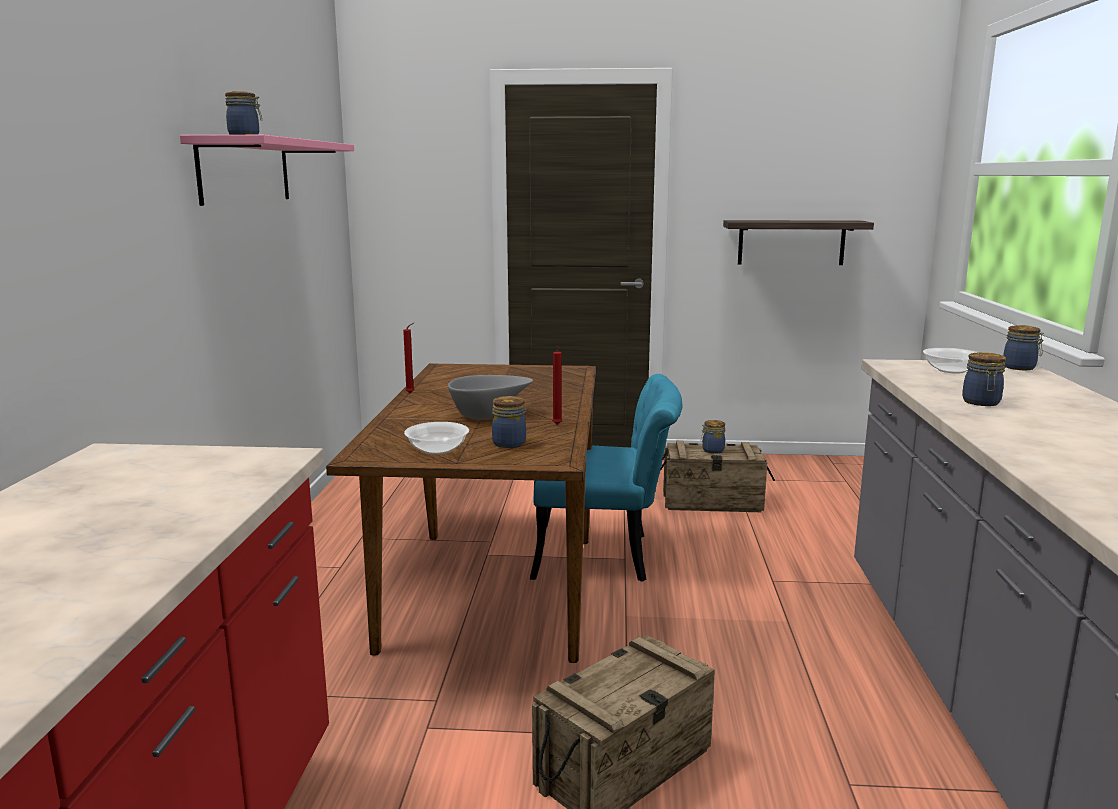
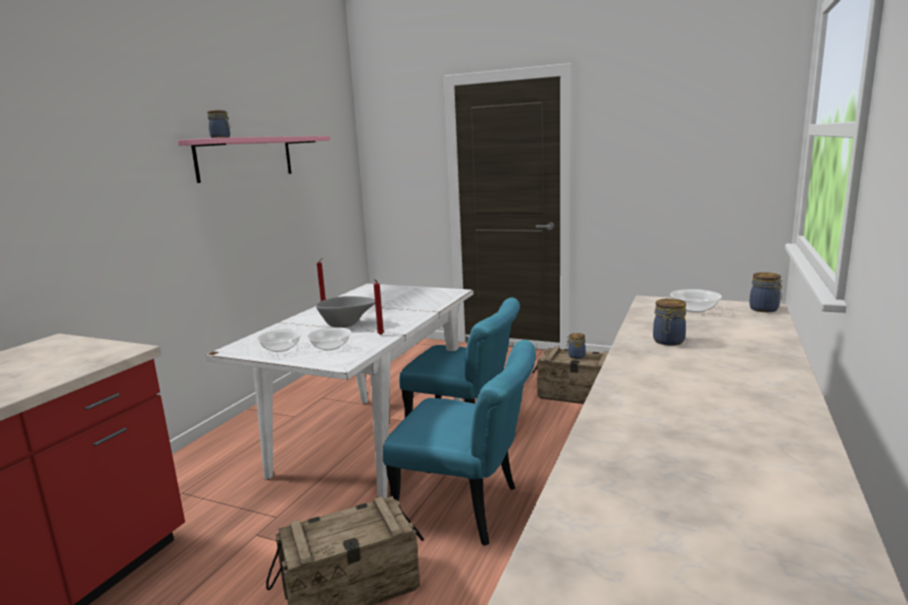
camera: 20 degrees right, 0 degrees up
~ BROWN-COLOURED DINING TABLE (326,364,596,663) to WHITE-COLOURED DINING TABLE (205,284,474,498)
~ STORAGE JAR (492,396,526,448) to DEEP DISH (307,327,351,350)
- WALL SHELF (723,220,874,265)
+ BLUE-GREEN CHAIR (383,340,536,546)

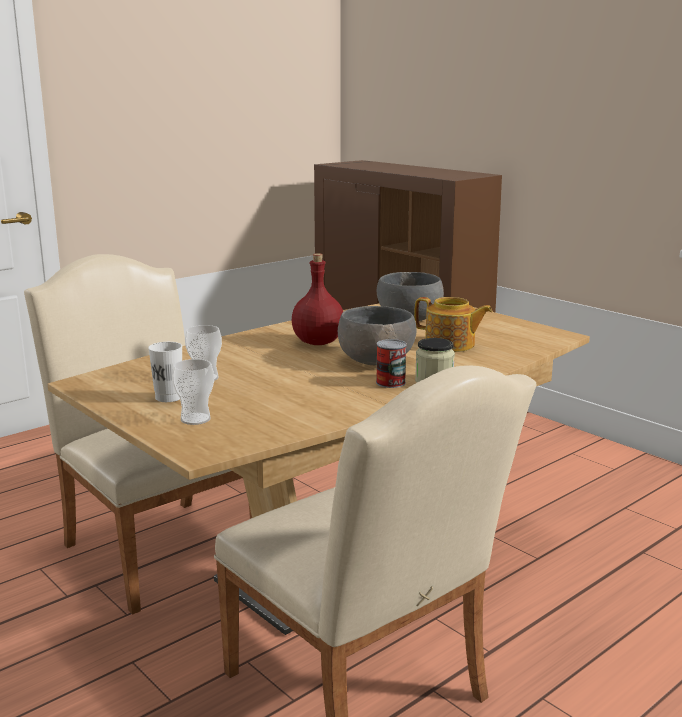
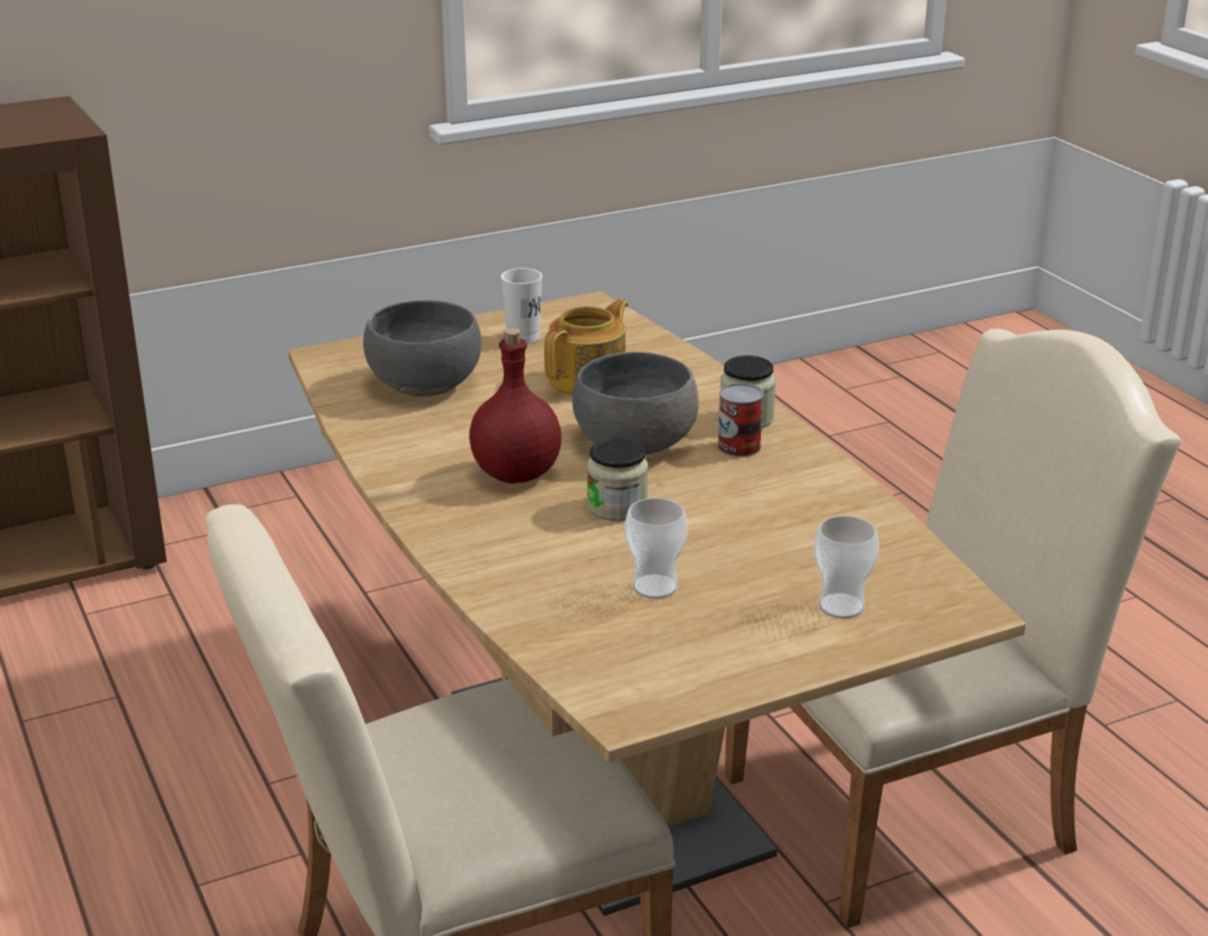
camera: 75 degrees left, 10 degrees up
~ WHITE-COLOURED DRINKING CUP (148,342,182,402) to (501,268,542,344)
+ STORAGE JAR (587,438,648,521)

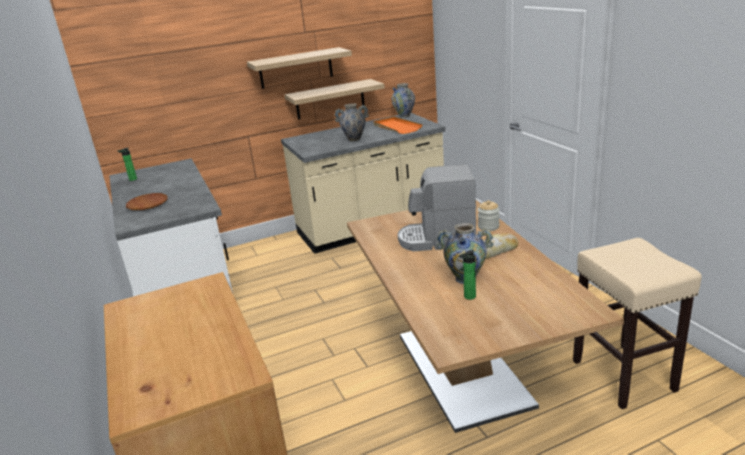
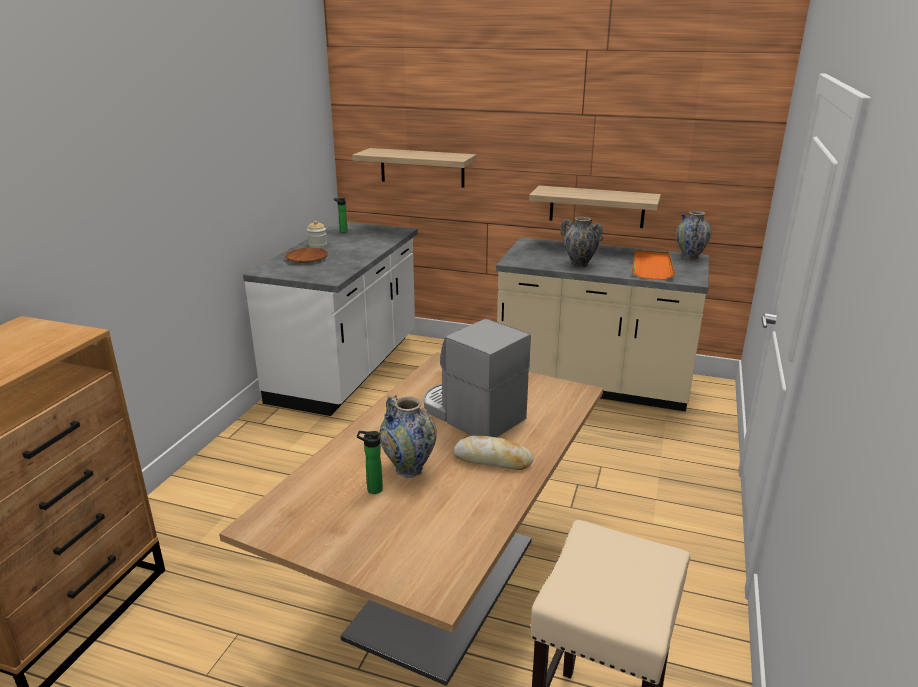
camera: 40 degrees right, 0 degrees up
~ WALL SHELF (247,47,352,89) to (352,148,477,188)
~ STORAGE JAR (478,200,500,231) to (307,221,327,248)

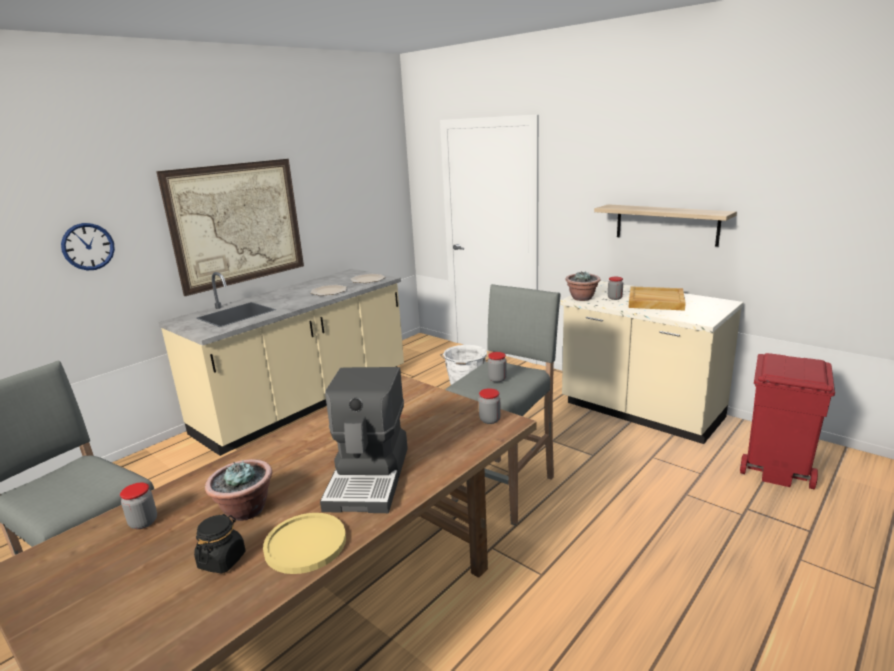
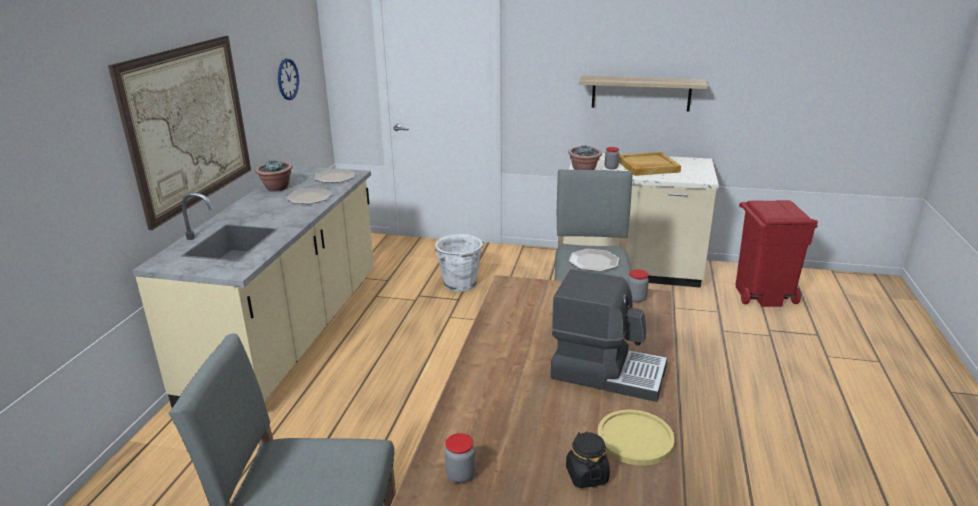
camera: 30 degrees left, 5 degrees up
~ HANGING CLOCK (61,223,115,270) to (278,59,299,100)
~ PLANT IN A POT (205,459,272,521) to (255,160,293,192)
~ COFFEE MACHINE (320,367,408,513) = (551,269,667,402) 45 degrees counterclockwise
~ STORAGE JAR (488,352,507,382) to PLATE (568,249,619,272)

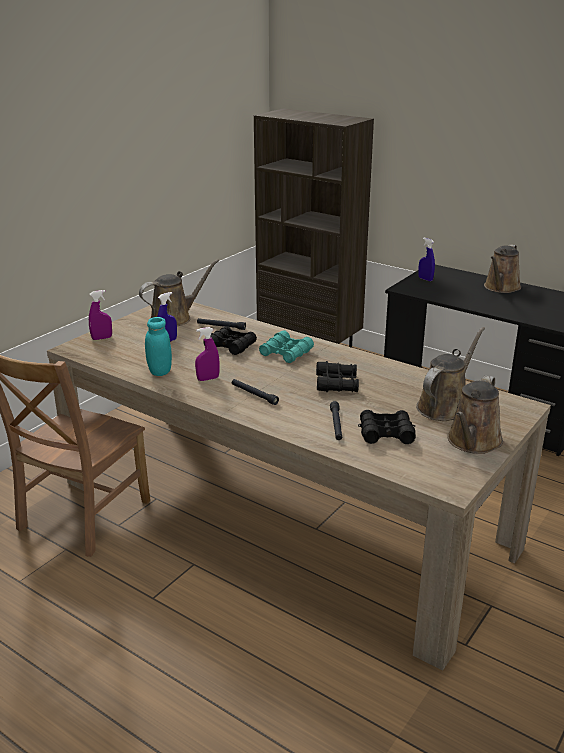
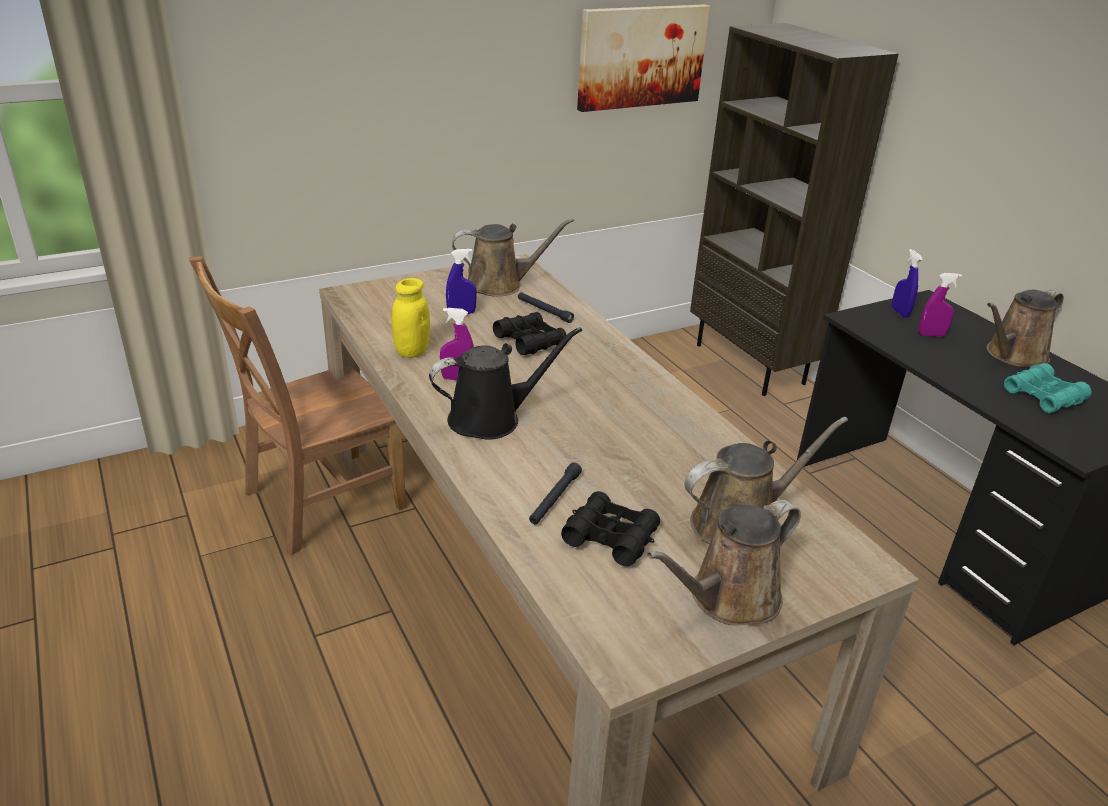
camera: 25 degrees right, 5 degrees up
~ PURPLE SPRAYER (89,290,112,340) to (919,273,962,337)
~ BLUE-GREEN STORAGE JAR (145,317,172,376) to YELLOW STORAGE JAR (392,278,430,358)
~ BLACKISH TORCH (232,379,279,405) to BLACKISH WATERING CAN (429,327,582,439)
~ BLUE-GREEN PAIR OF BINOCULARS (259,330,314,363) to (1004,363,1092,413)
- BLACKISH PAIR OF BINOCULARS (316,361,359,392)
+ PICTURE (577,4,710,112)

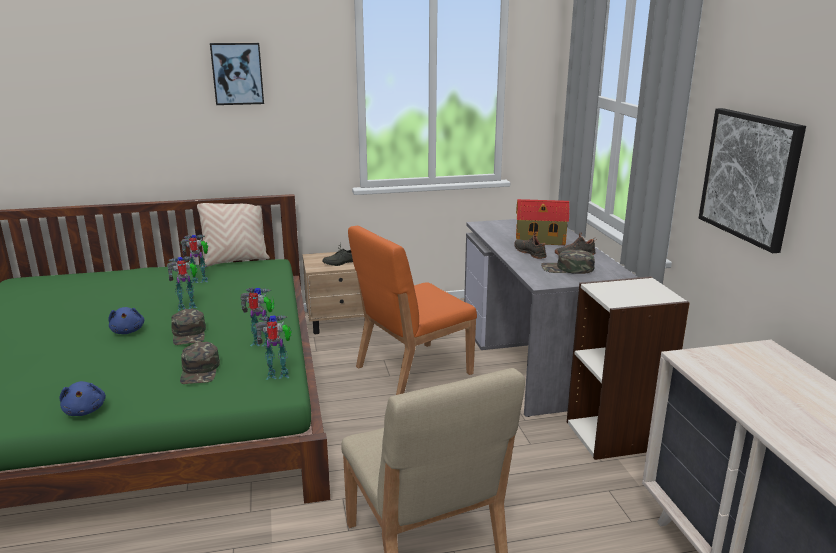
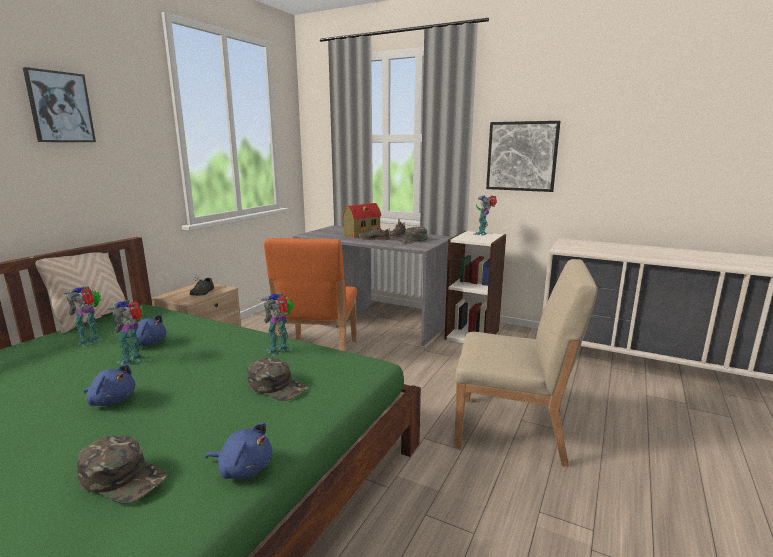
camera: 50 degrees left, 5 degrees down
~ GREEN BASEBALL CAP (171,309,206,345) to (77,435,167,504)
~ ROBOT FIGURE (255,315,292,380) to (474,195,497,236)
+ BLUISH CUDDLY TOY (126,314,167,346)

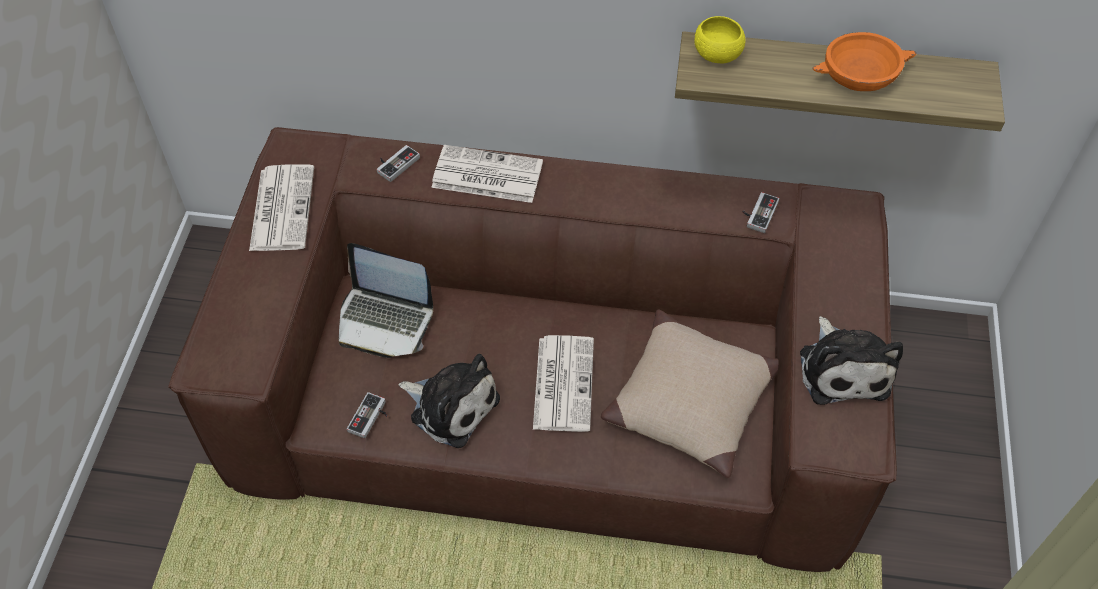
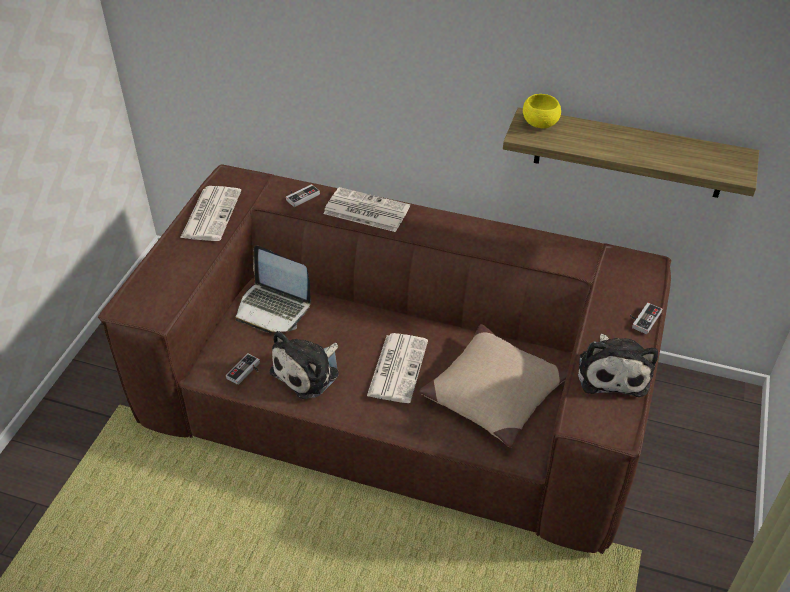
camera: 10 degrees right, 10 degrees down
~ CUDDLY TOY (398,354,500,448) = (269,331,339,399) 90 degrees clockwise
~ GAME CONTROLLER (742,192,779,233) to (630,303,662,334)
- ORANGEY DEEP DISH (812,32,916,91)

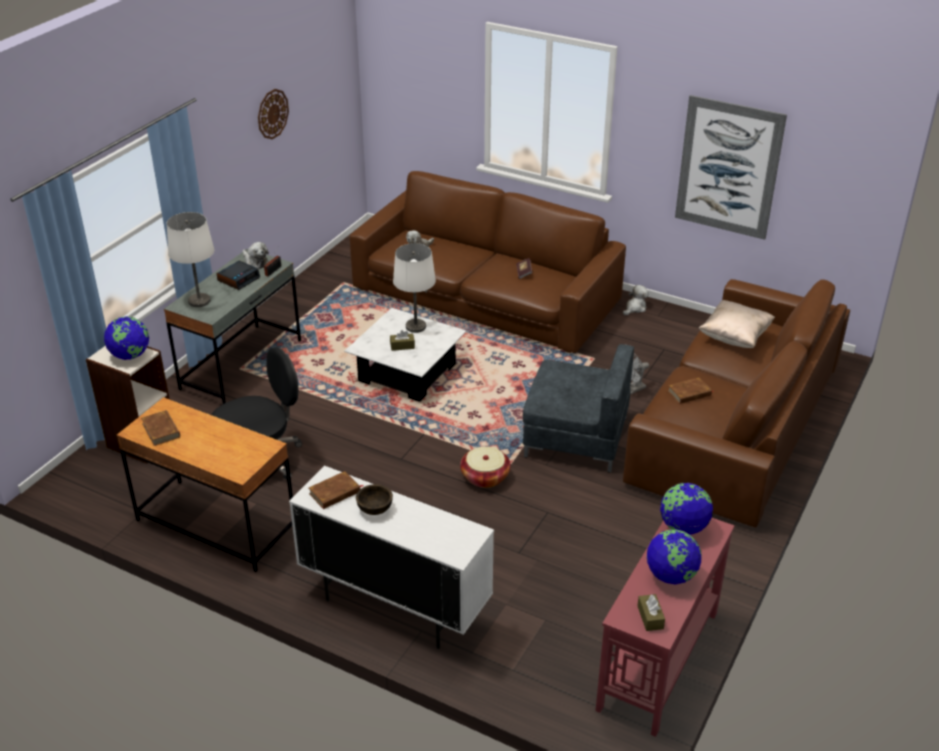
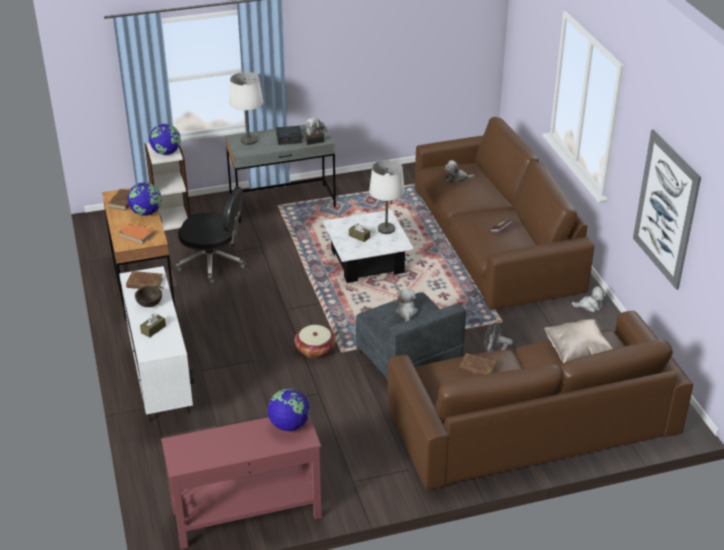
camera: 45 degrees right, 0 degrees up
- HANGING CLOCK (258,89,289,140)
~ BROWN-COLOURED TISSUE BOX (637,594,665,631) to (140,313,166,338)
~ WORLD GLOBE (647,529,702,585) to (128,182,162,216)
+ ORANGEY BOOK (119,223,155,245)
+ CUDDLY TOY (395,289,418,322)

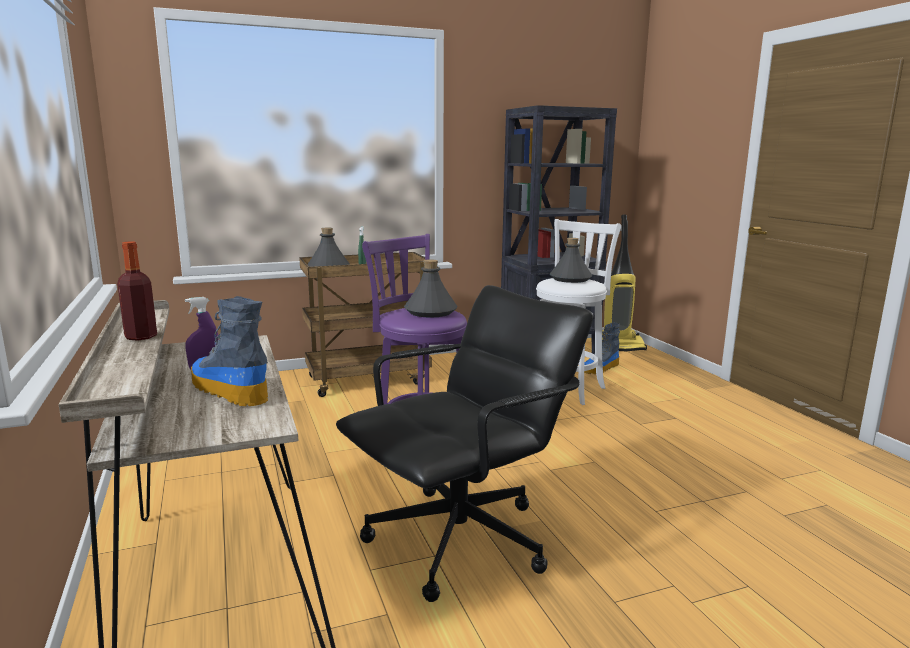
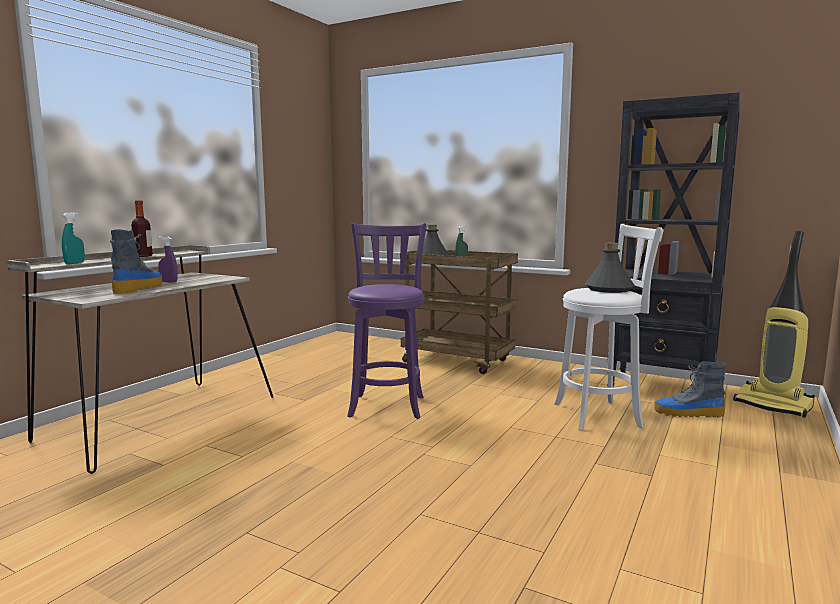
camera: 50 degrees right, 5 degrees down
- BLACKISH COMPUTER CHAIR (336,285,593,602)
- GRAY BEVERAGE BOTTLE (404,259,457,318)
+ BLUE-GREEN SPRAYER (62,212,85,264)

